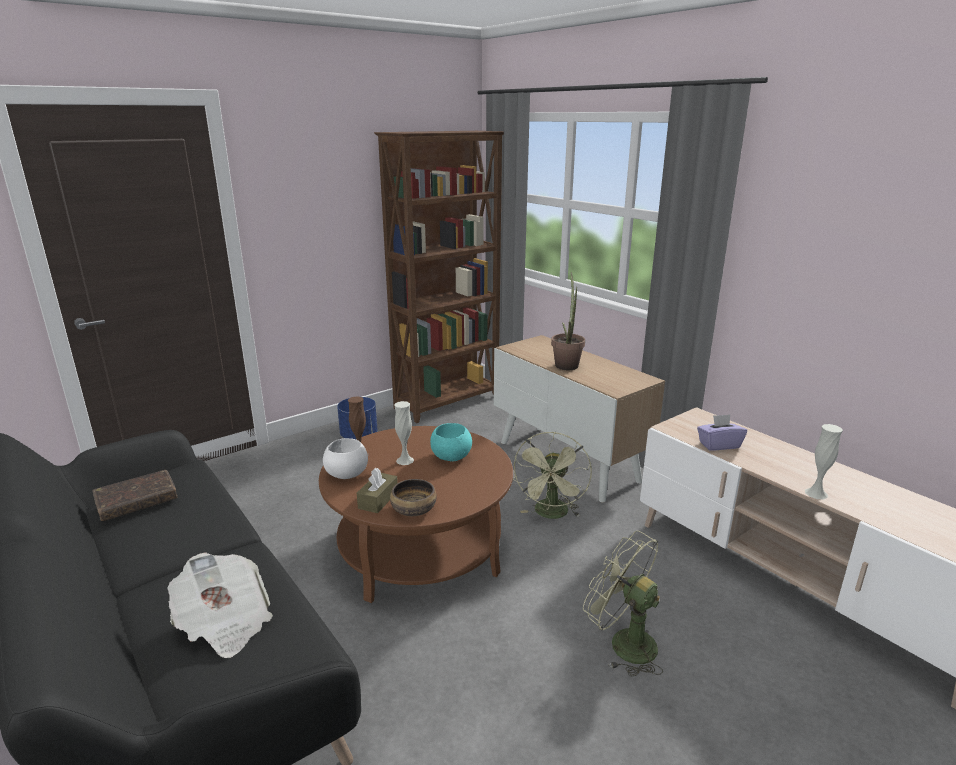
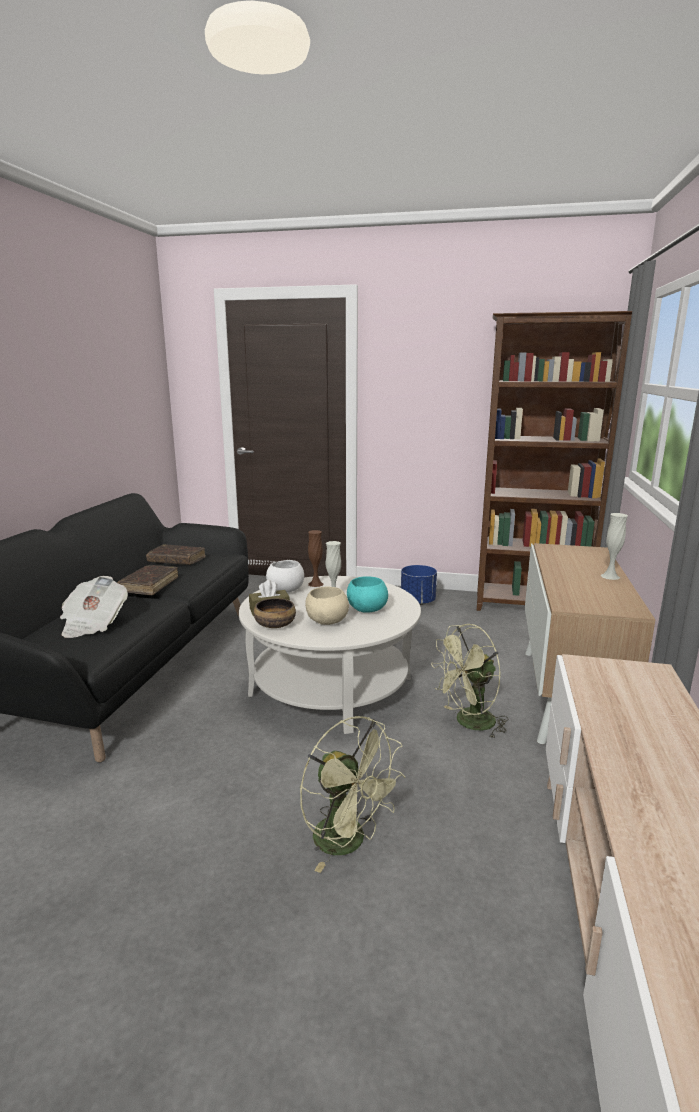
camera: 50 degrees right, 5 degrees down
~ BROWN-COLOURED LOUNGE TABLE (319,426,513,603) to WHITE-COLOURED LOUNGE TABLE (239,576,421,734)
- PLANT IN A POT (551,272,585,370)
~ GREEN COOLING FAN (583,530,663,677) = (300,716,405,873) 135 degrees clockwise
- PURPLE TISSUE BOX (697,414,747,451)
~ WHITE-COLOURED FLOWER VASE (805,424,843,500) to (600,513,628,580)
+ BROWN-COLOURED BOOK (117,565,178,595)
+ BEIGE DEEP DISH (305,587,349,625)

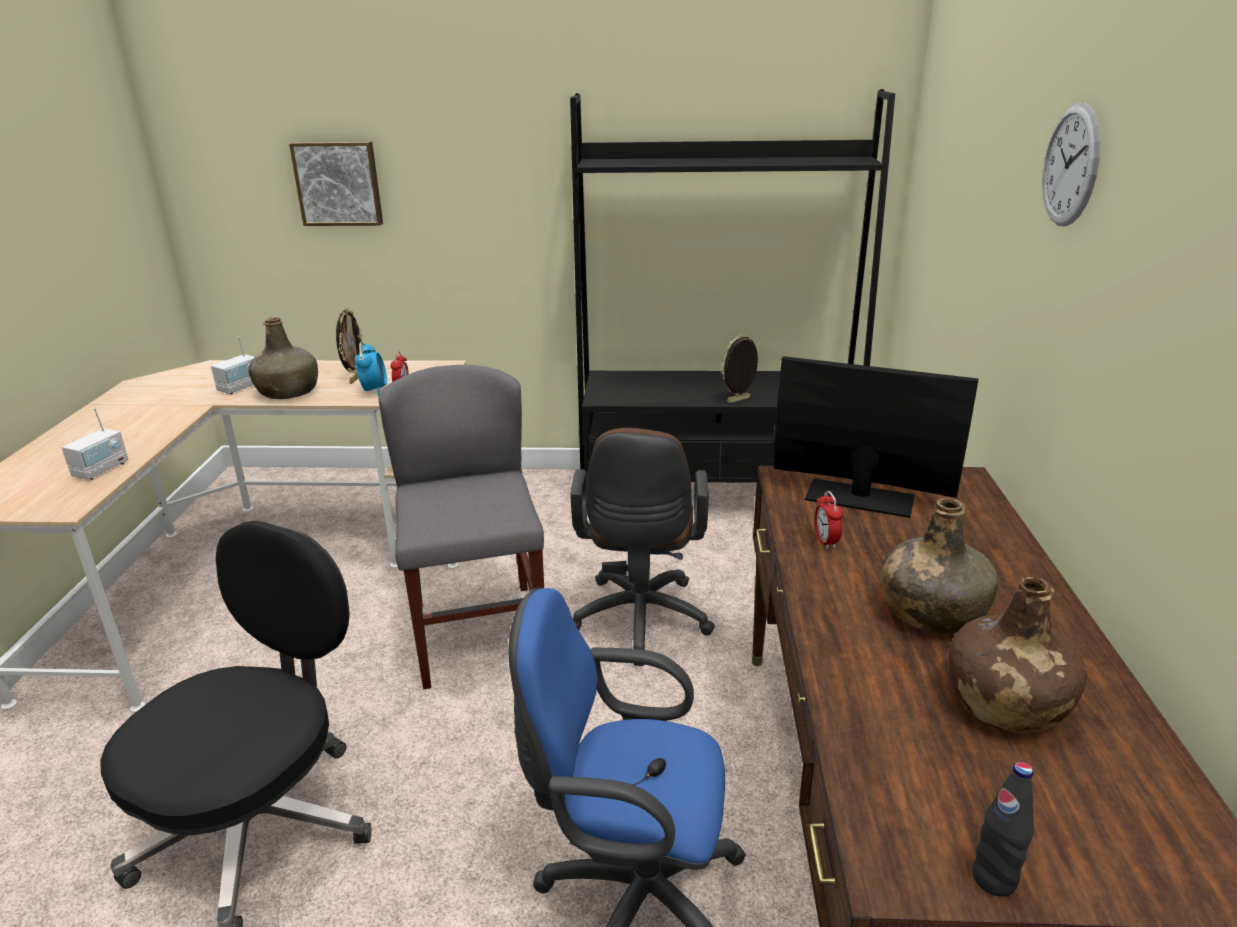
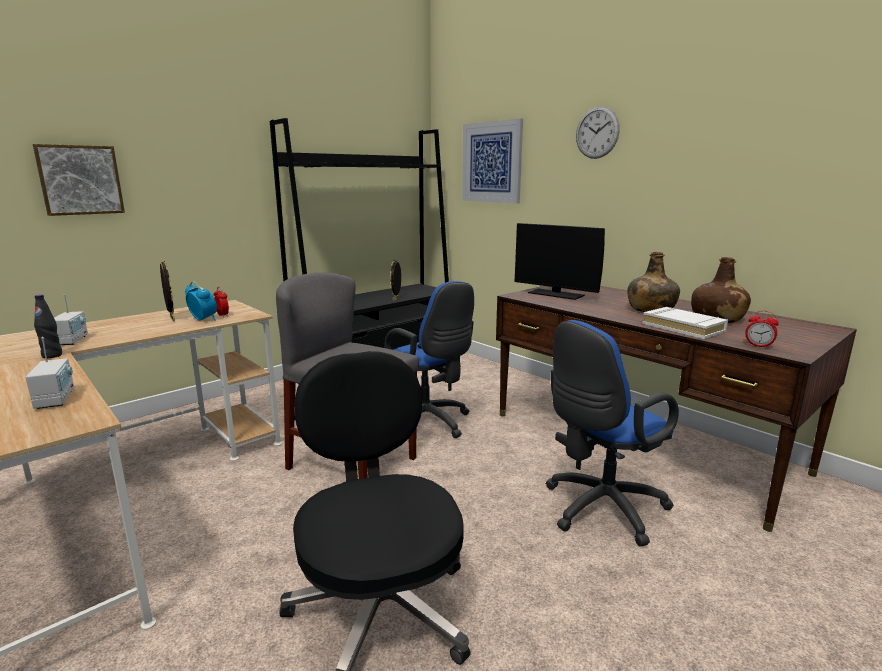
camera: 45 degrees left, 10 degrees down
- GREEN BEVERAGE BOTTLE (248,317,318,399)
~ BROWN-COLOURED COMPUTER CHAIR (570,428,715,666) to BLUISH COMPUTER CHAIR (384,281,474,438)
~ MONITOR (774,356,979,518) = (515,223,605,300) 120 degrees counterclockwise
~ ALARM CLOCK (815,491,843,549) to (745,311,779,348)
~ BLACKISH BEVERAGE BOTTLE (972,762,1034,897) to (34,295,62,358)
+ PICTURE (462,119,523,203)
+ WHITE-COLOURED BOOK (643,307,728,339)

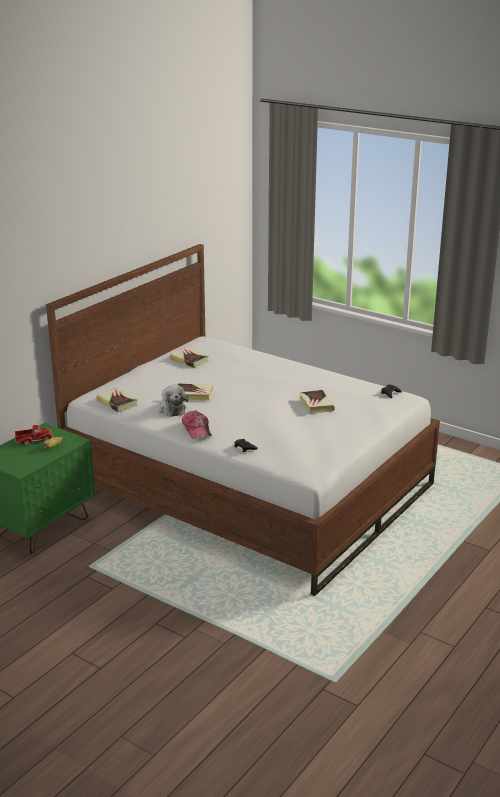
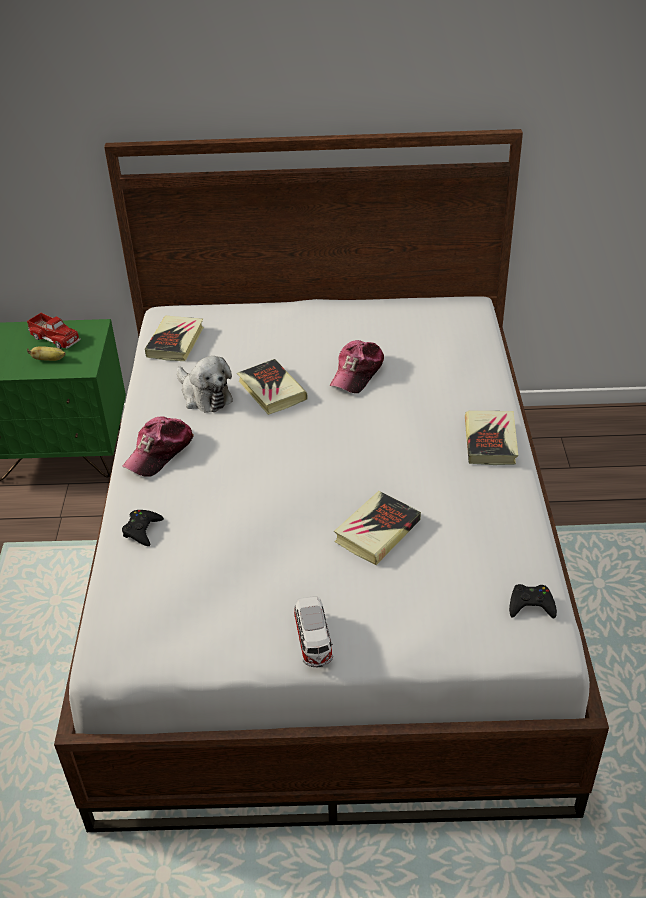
camera: 55 degrees right, 15 degrees up
~ CUDDLY TOY (159,385,188,417) = (176,356,233,413) 75 degrees counterclockwise
~ BOOK (169,347,209,368) to (465,411,518,465)
+ TOY CAR (294,596,333,668)
+ BASEBALL CAP (329,340,384,393)

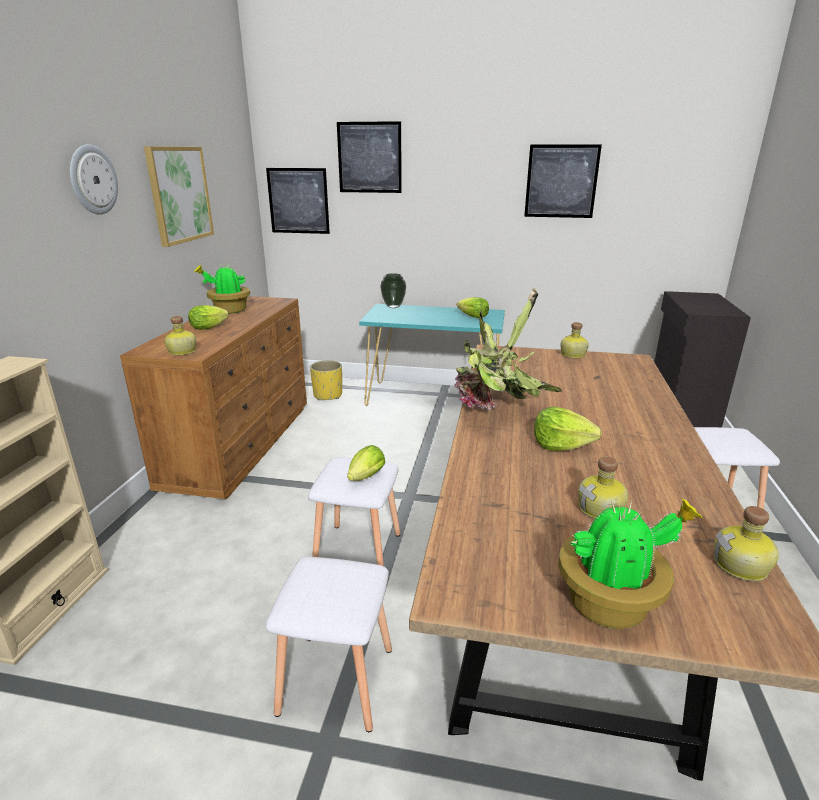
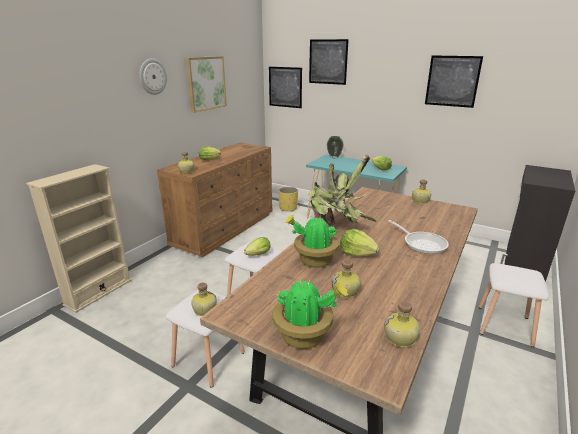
camera: 20 degrees right, 0 degrees up
~ PLANT IN A POT (194,264,250,314) to (285,215,339,268)
+ BEVERAGE BOTTLE (191,283,217,316)
+ FRYING PAN (388,220,449,254)

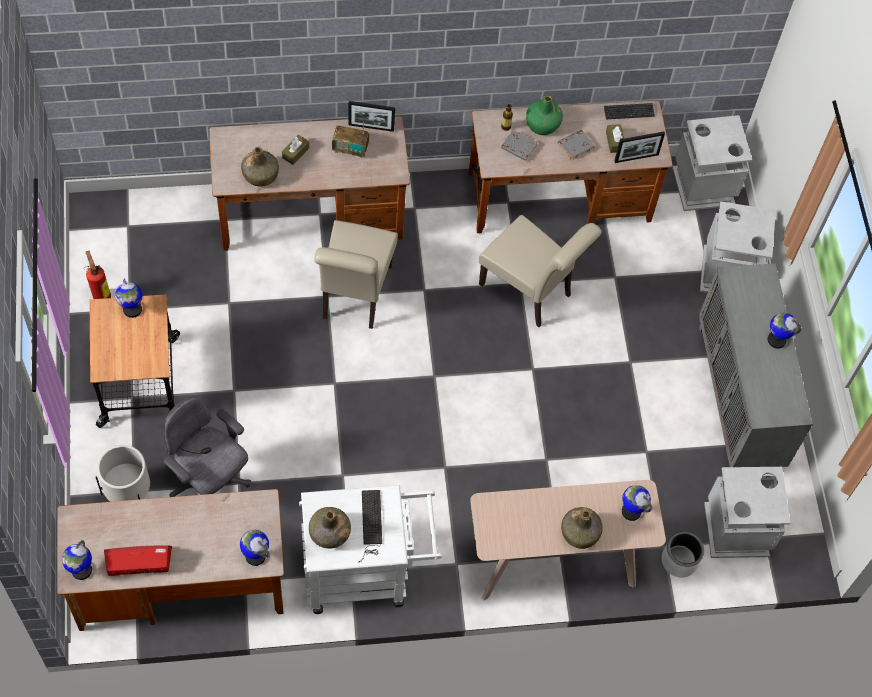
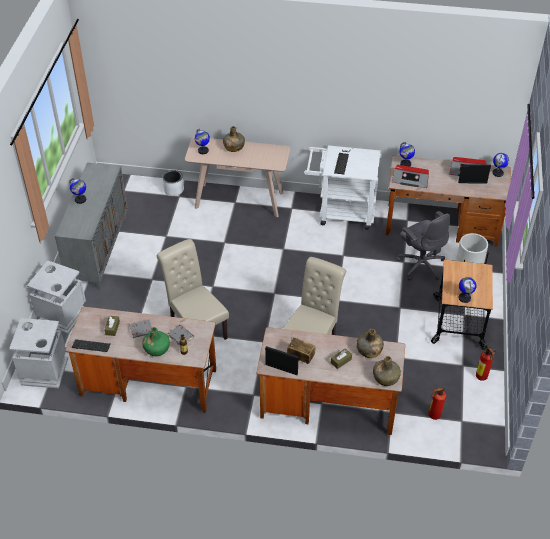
camera: 160 degrees left, 15 degrees down
~ GREEN BEVERAGE BOTTLE (309,507,351,549) to (373,356,401,386)
~ PICTURE FRAME (615,131,665,163) to (458,164,491,184)
- GRAY RUBBISH BIN (704,467,790,558)
+ RADIO SET (392,165,429,188)
+ FIRE-FIGHTING CYLINDER (428,387,446,420)

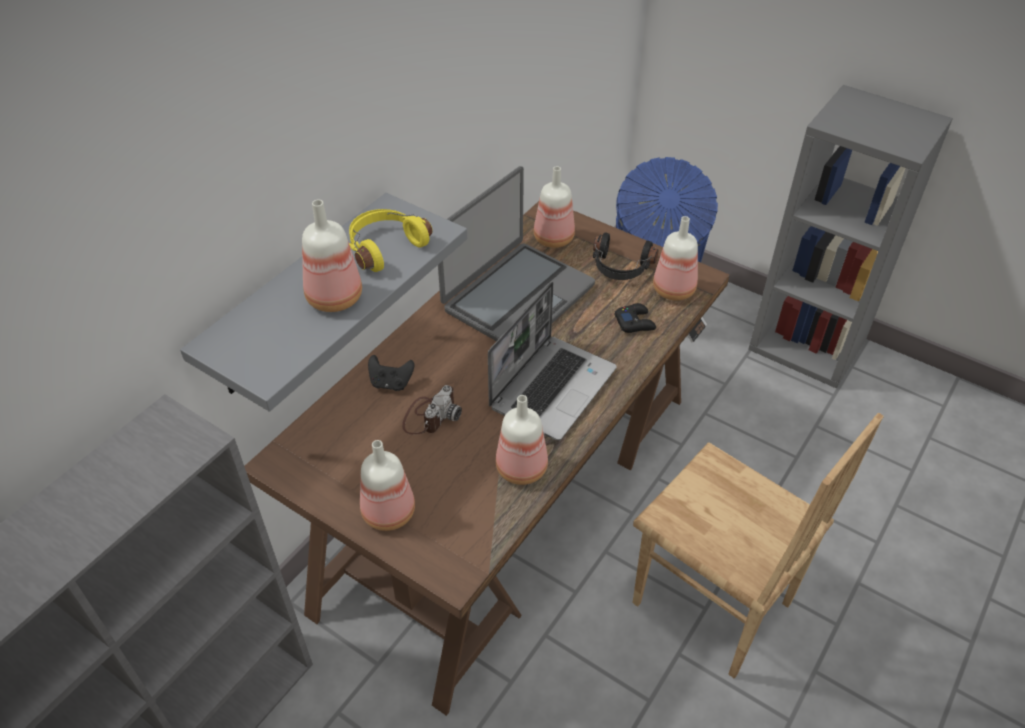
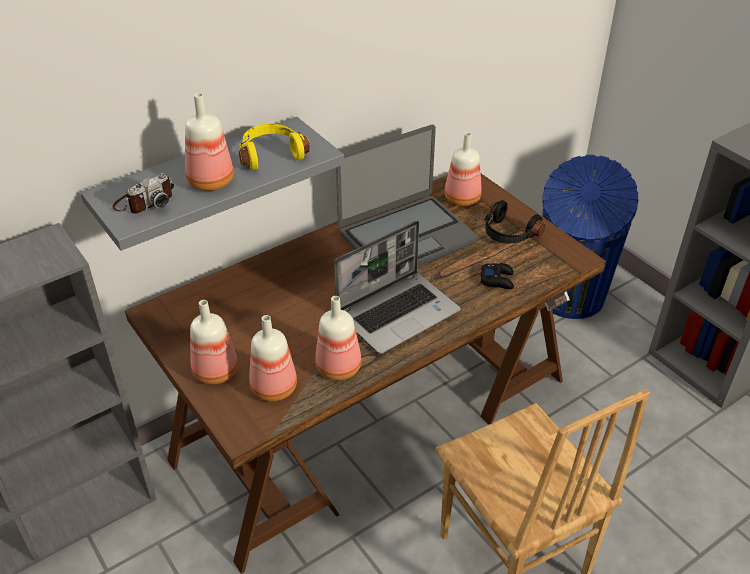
camera: 20 degrees right, 5 degrees down
- BLACKISH GAME CONTROLLER (368,355,414,391)
~ STILL CAMERA (402,385,462,435) to (112,173,174,214)
~ BEVERAGE BOTTLE (653,216,698,301) to (249,315,297,401)

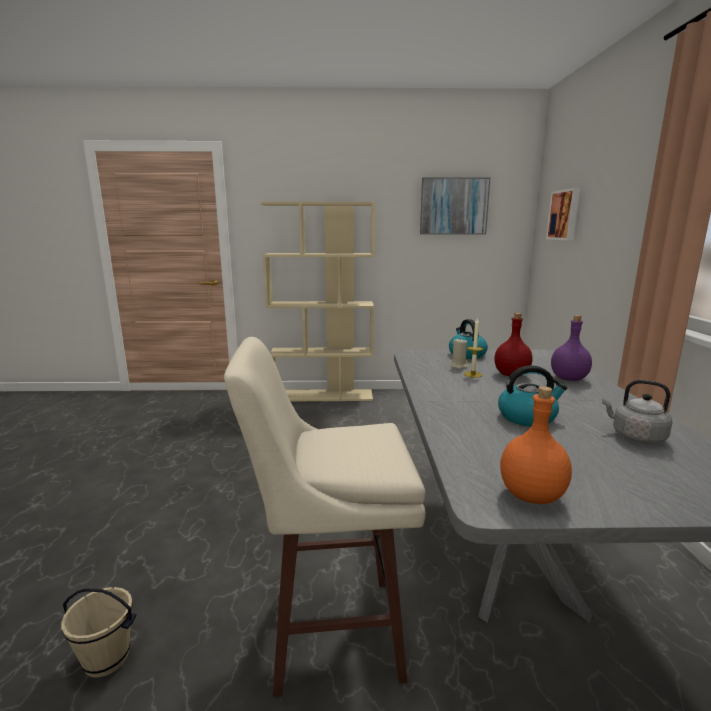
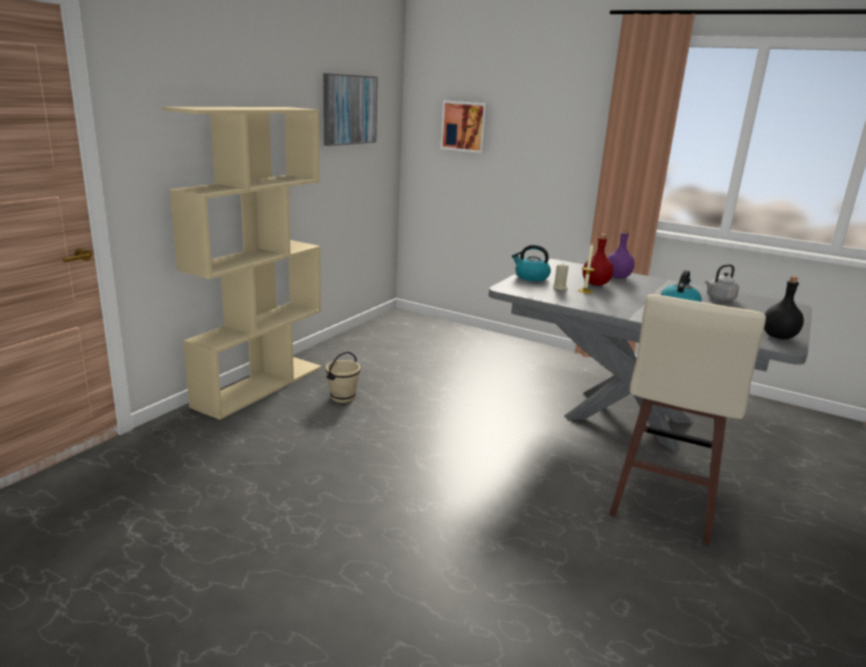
camera: 60 degrees left, 5 degrees up
~ BEIGE WATER BUCKET (61,587,136,678) to (326,352,360,403)
~ ORANGEY BEVERAGE BOTTLE (500,386,572,504) to BLACKISH BEVERAGE BOTTLE (764,276,804,339)

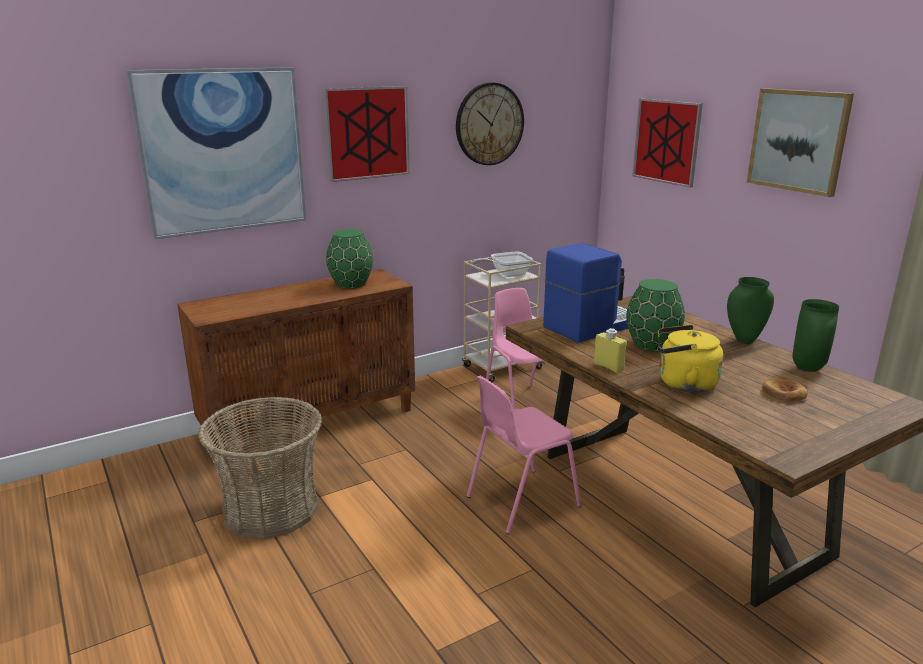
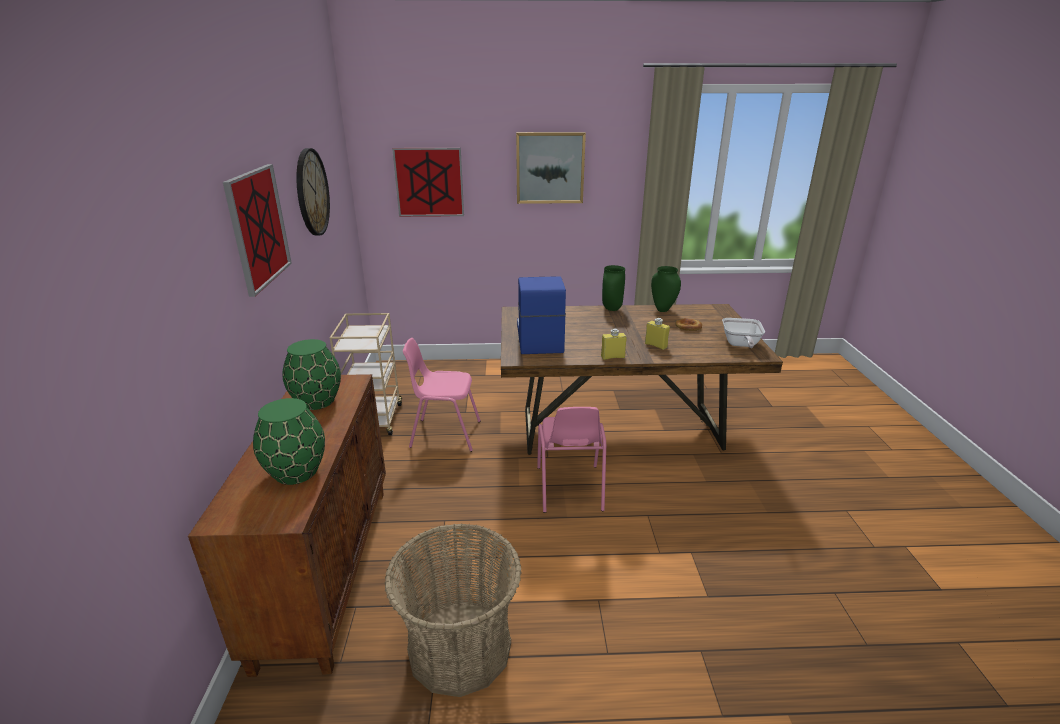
camera: 60 degrees left, 5 degrees up
- PICTURE (126,67,306,240)
~ FRYING PAN (471,252,533,277) to (722,318,765,348)
~ GREEN FLOWER VASE (626,279,685,351) to (253,398,325,485)
~ YELLOW KETTLE (658,325,723,393) to YELLOW BEVERAGE BOTTLE (645,318,670,350)

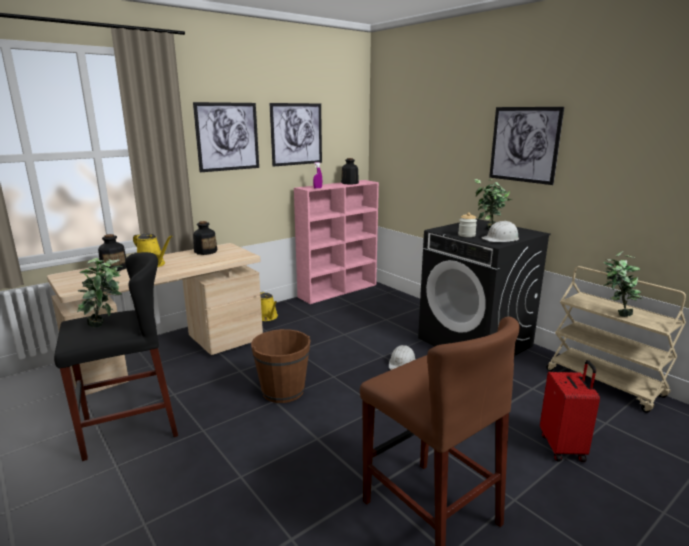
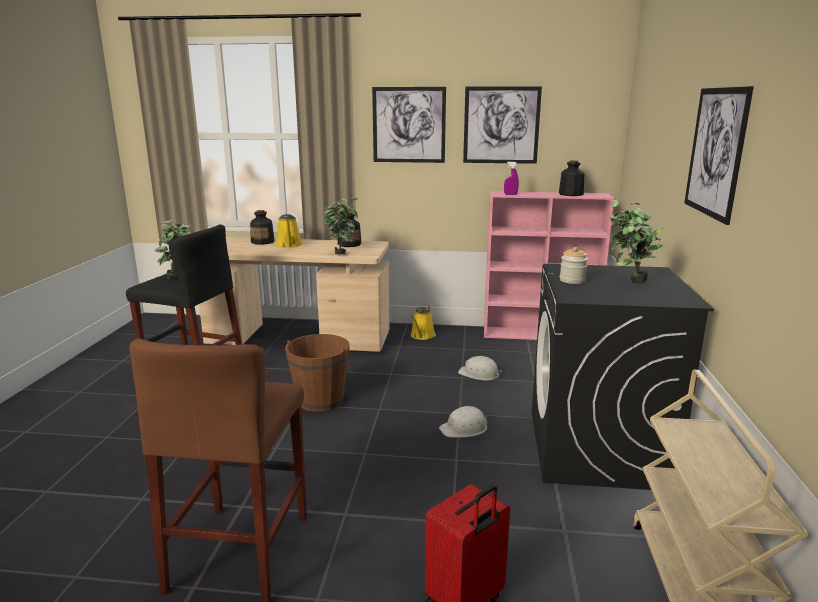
camera: 45 degrees right, 0 degrees up
~ WHITE-COLOURED WORK HELMET (482,221,519,242) to (458,356,502,381)
~ PLANT IN A POT (603,251,642,317) to (321,198,358,254)

